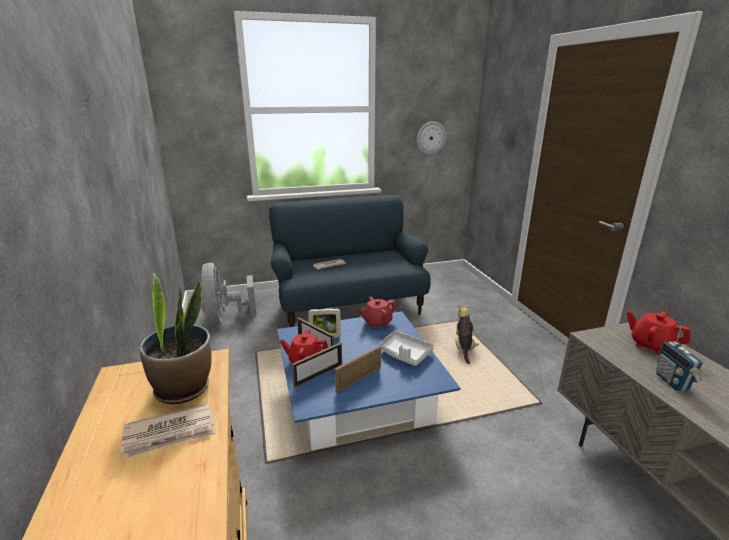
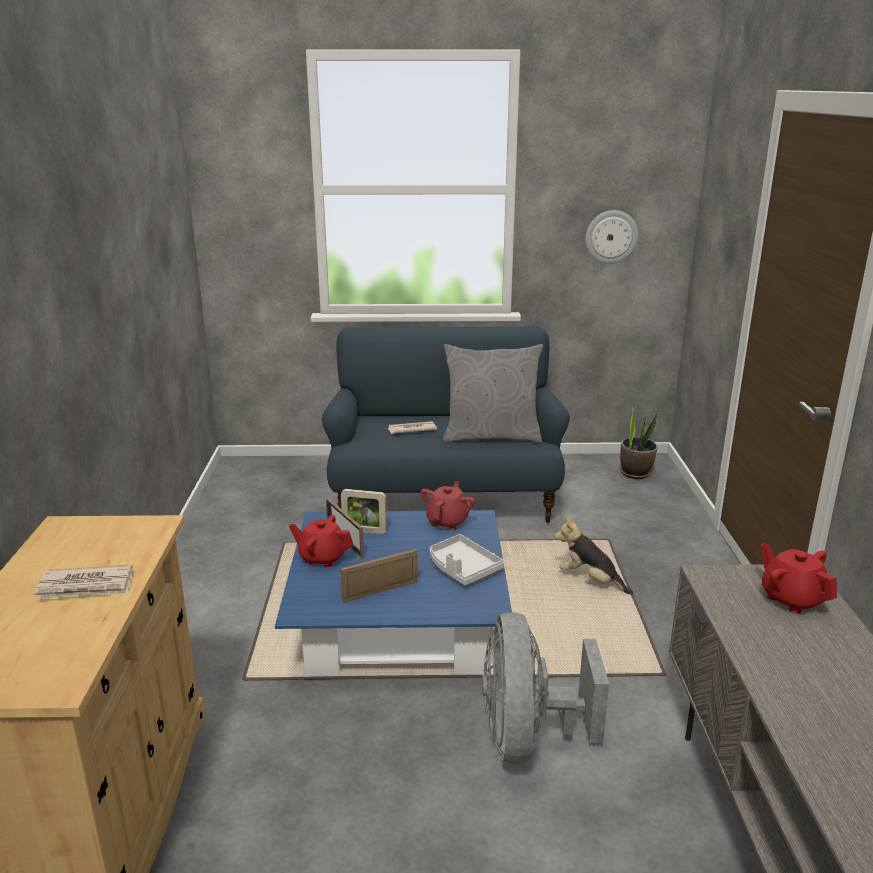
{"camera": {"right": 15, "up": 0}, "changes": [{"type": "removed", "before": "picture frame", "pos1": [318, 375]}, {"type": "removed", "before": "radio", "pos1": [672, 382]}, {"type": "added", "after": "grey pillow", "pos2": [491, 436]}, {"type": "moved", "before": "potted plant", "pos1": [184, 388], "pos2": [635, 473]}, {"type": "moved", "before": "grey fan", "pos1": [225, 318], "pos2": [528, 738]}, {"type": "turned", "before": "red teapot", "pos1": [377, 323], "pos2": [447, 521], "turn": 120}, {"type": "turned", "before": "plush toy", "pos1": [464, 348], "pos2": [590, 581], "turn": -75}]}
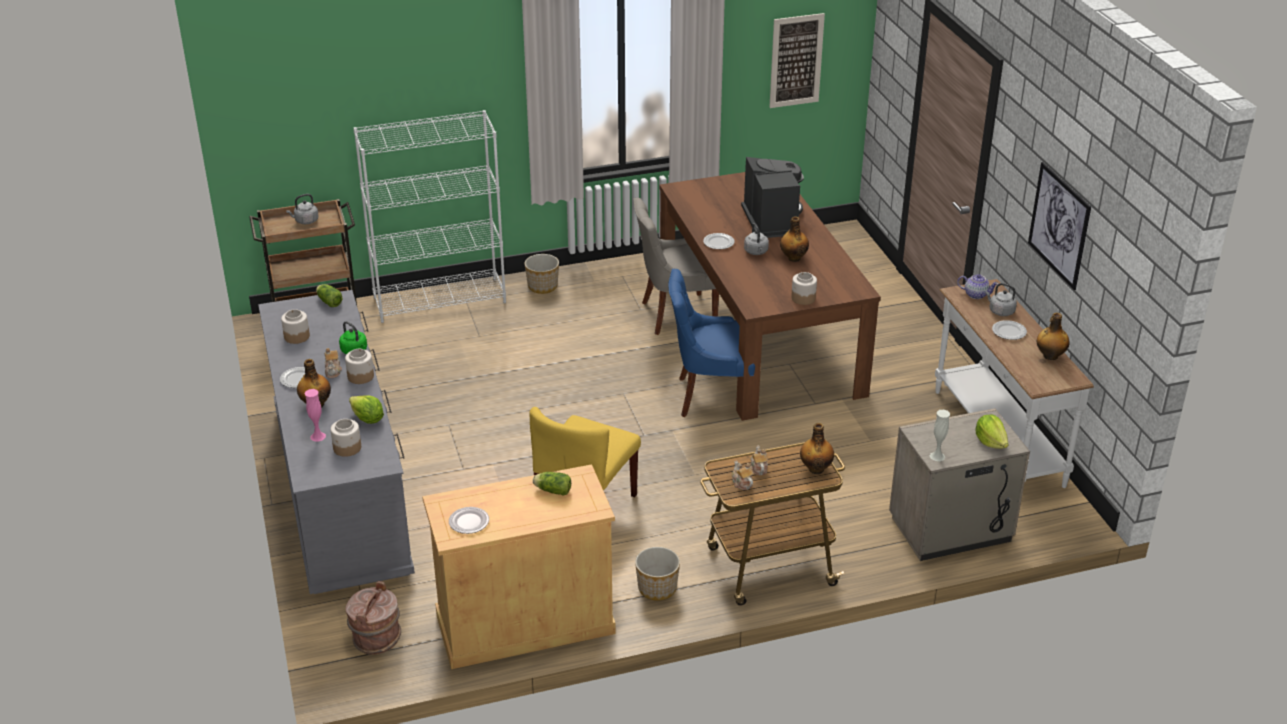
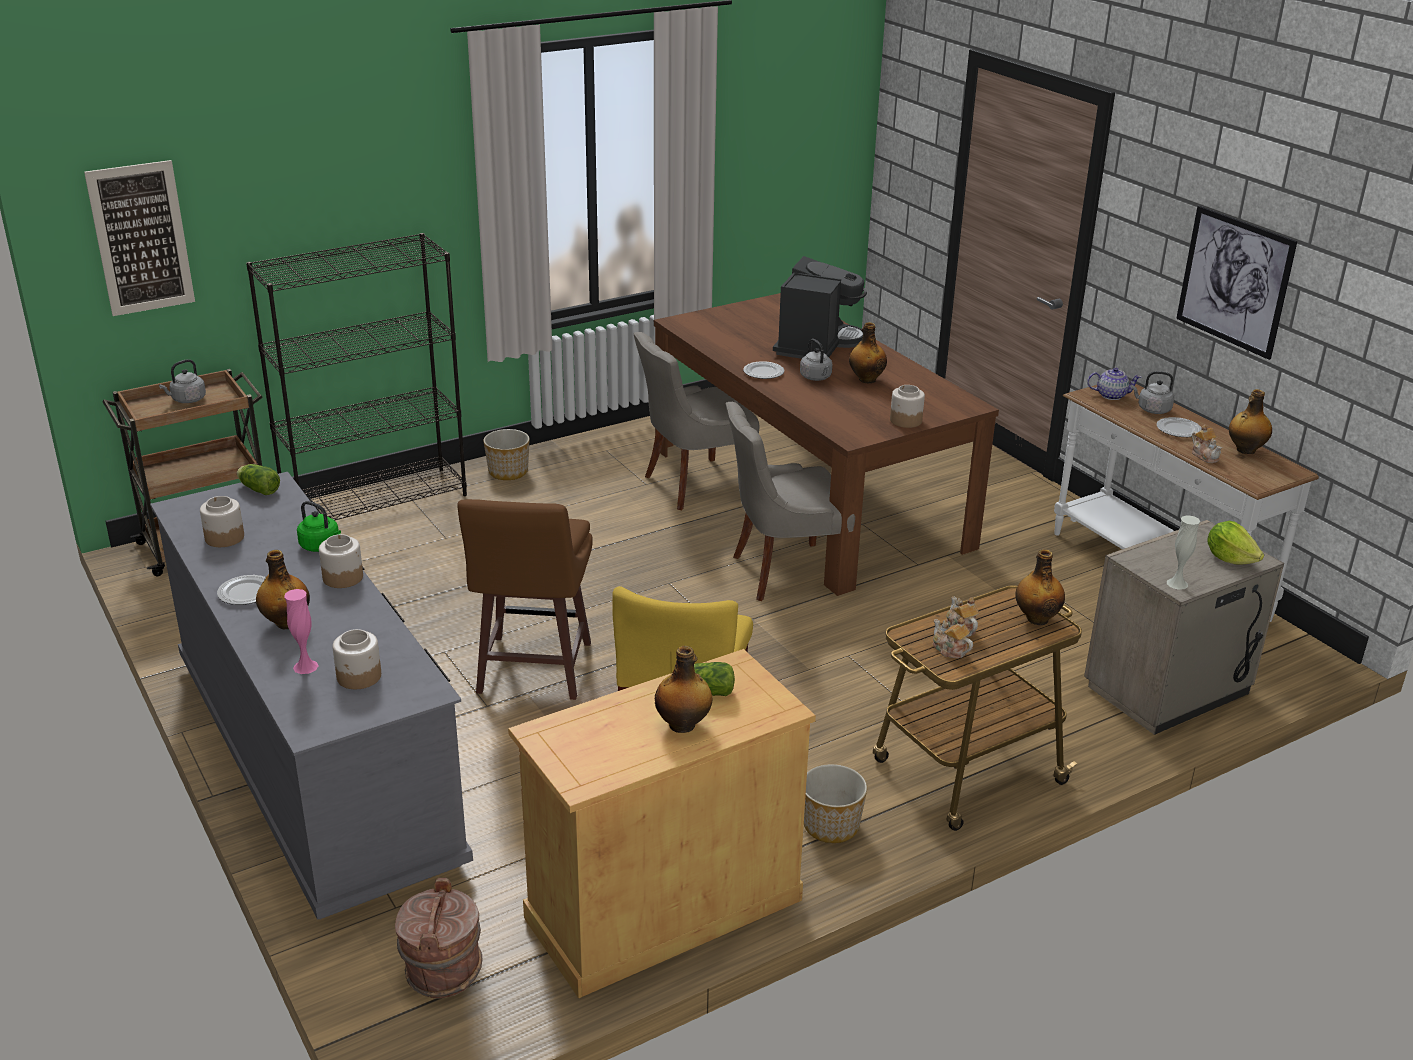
{"camera": {"right": -15, "up": -5}, "changes": [{"type": "removed", "before": "lettuce", "pos1": [367, 419]}, {"type": "removed", "before": "plate", "pos1": [469, 522]}, {"type": "added", "after": "brown stool", "pos2": [532, 670]}, {"type": "added", "after": "bottle", "pos2": [683, 725]}, {"type": "moved", "before": "teapot", "pos1": [333, 371], "pos2": [1205, 456]}, {"type": "moved", "before": "picture", "pos1": [796, 60], "pos2": [141, 238]}, {"type": "recoloured", "before": "white bookcase", "after": "black bookcase", "pos1": [440, 299], "pos2": [376, 501]}, {"type": "recoloured", "before": "blue chair", "after": "grey chair", "pos1": [711, 396], "pos2": [784, 573]}, {"type": "turned", "before": "coffee machine", "pos1": [772, 221], "pos2": [816, 344], "turn": 45}]}
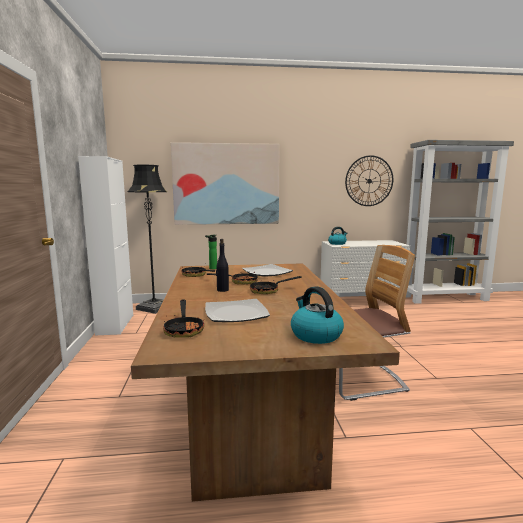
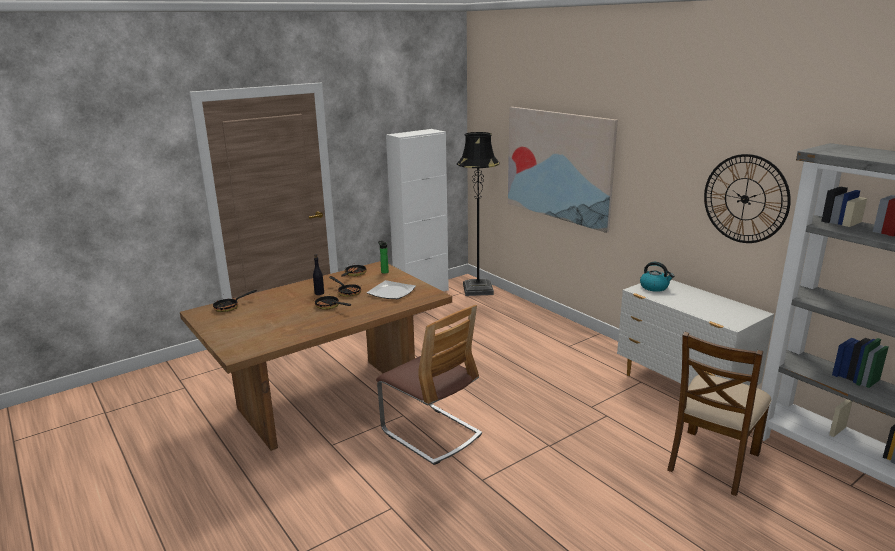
{"camera": {"right": 60, "up": 10}, "changes": [{"type": "removed", "before": "plate", "pos1": [237, 313]}, {"type": "removed", "before": "kettle", "pos1": [315, 335]}, {"type": "added", "after": "brown chair", "pos2": [712, 461]}]}
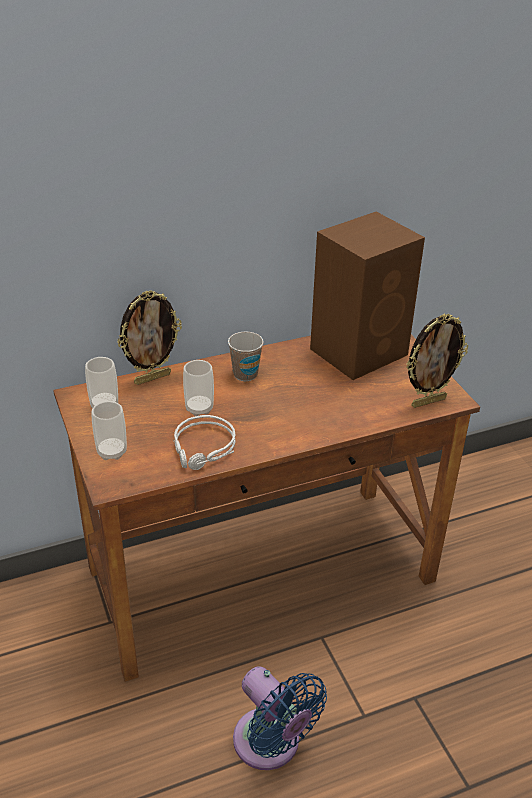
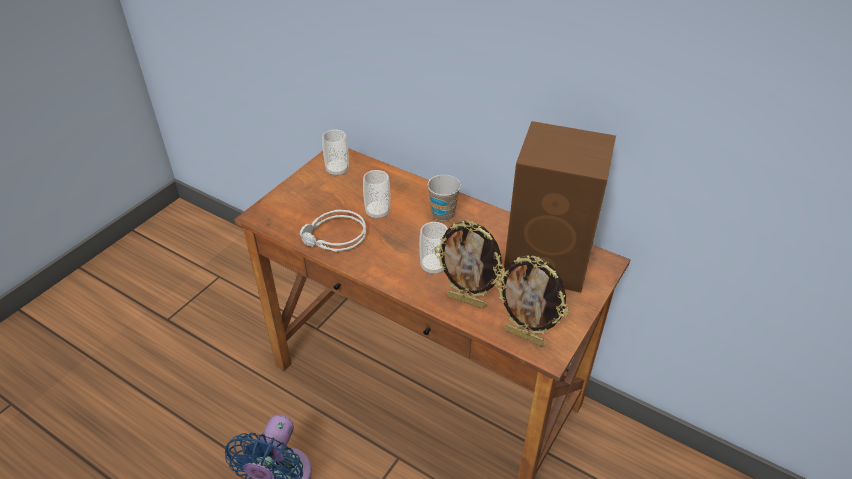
{"camera": {"right": 55, "up": 5}, "changes": [{"type": "moved", "before": "cup", "pos1": [112, 452], "pos2": [433, 266]}, {"type": "moved", "before": "picture frame", "pos1": [152, 378], "pos2": [467, 300]}]}
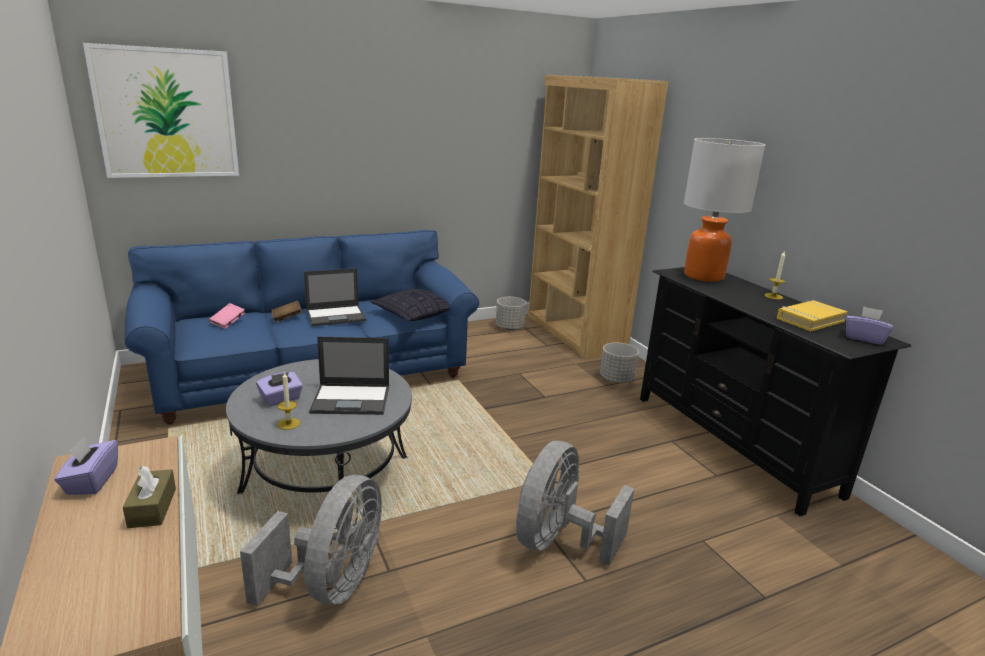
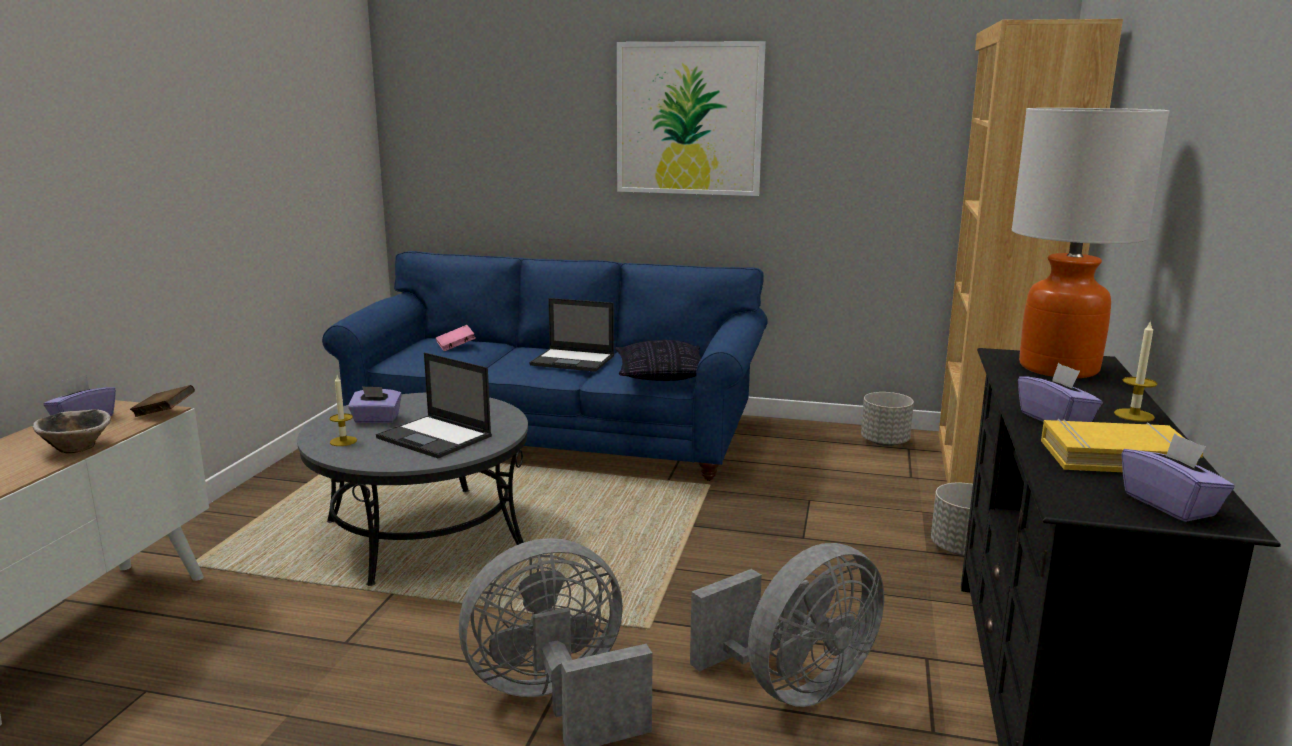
{"camera": {"right": 40, "up": -5}, "changes": [{"type": "added", "after": "purple tissue box", "pos2": [1055, 420]}, {"type": "moved", "before": "picture", "pos1": [167, 114], "pos2": [689, 119]}, {"type": "moved", "before": "grey fan", "pos1": [331, 585], "pos2": [793, 687]}, {"type": "moved", "before": "brown book", "pos1": [287, 318], "pos2": [165, 414]}, {"type": "replaced", "before": "brown tissue box", "after": "bowl", "pos1": [152, 508], "pos2": [77, 448]}]}
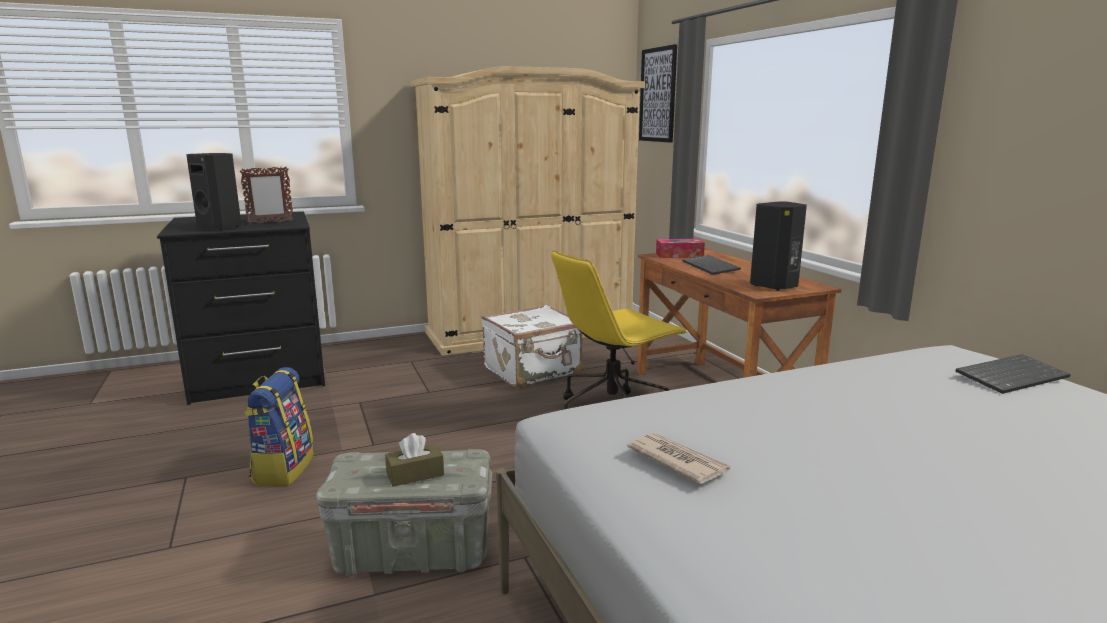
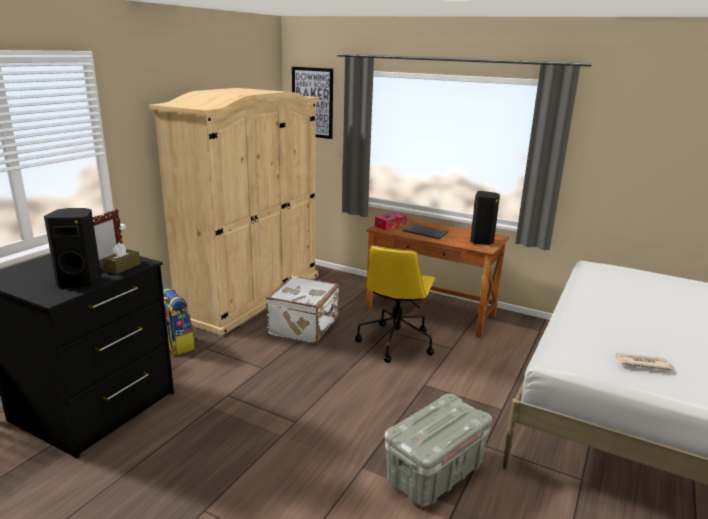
{"camera": {"right": -40, "up": 5}, "changes": [{"type": "removed", "before": "keyboard", "pos1": [1010, 375]}, {"type": "moved", "before": "backpack", "pos1": [283, 469], "pos2": [176, 345]}, {"type": "moved", "before": "brown tissue box", "pos1": [415, 474], "pos2": [123, 267]}]}
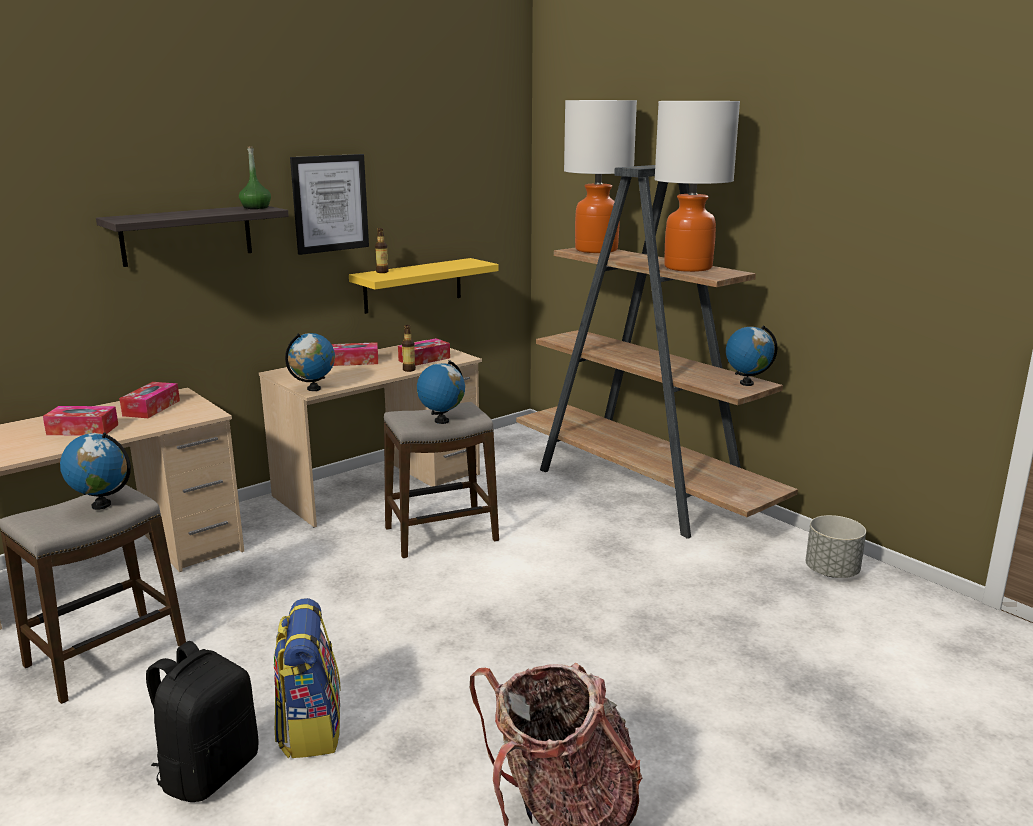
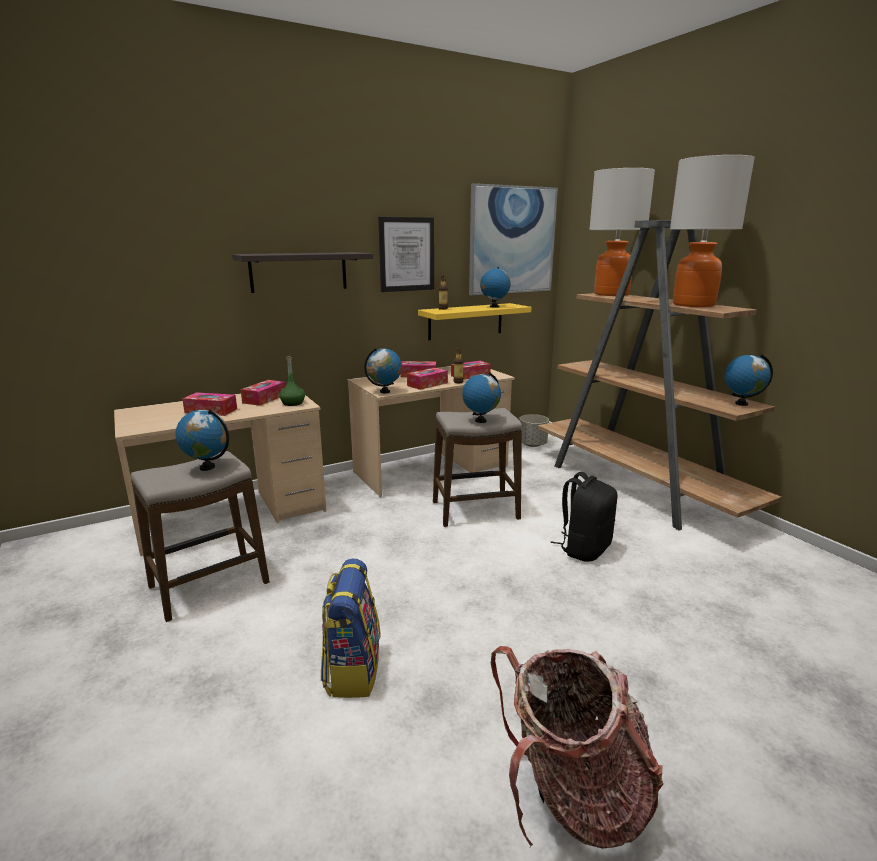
{"camera": {"right": 10, "up": 0}, "changes": [{"type": "added", "after": "tissue box", "pos2": [427, 384]}, {"type": "added", "after": "picture", "pos2": [512, 240]}, {"type": "added", "after": "globe", "pos2": [494, 306]}, {"type": "moved", "before": "black backpack", "pos1": [209, 771], "pos2": [584, 549]}, {"type": "moved", "before": "green bottle", "pos1": [255, 207], "pos2": [292, 403]}, {"type": "moved", "before": "grey planter", "pos1": [832, 571], "pos2": [532, 444]}]}
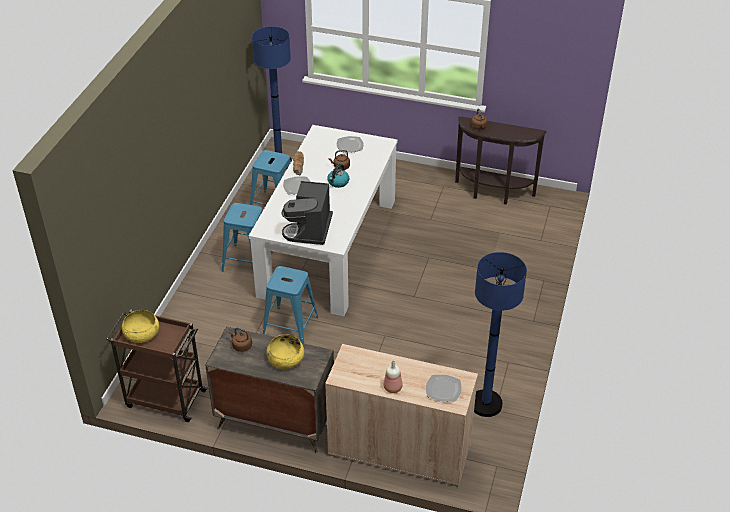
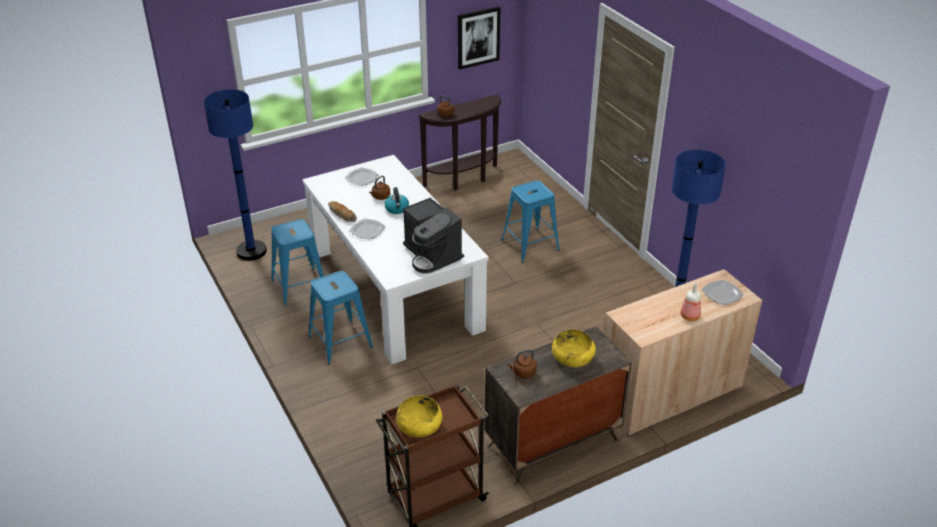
{"camera": {"right": -45, "up": -5}, "changes": [{"type": "added", "after": "picture", "pos2": [478, 37]}, {"type": "moved", "before": "blue stool", "pos1": [290, 327], "pos2": [530, 244]}]}
